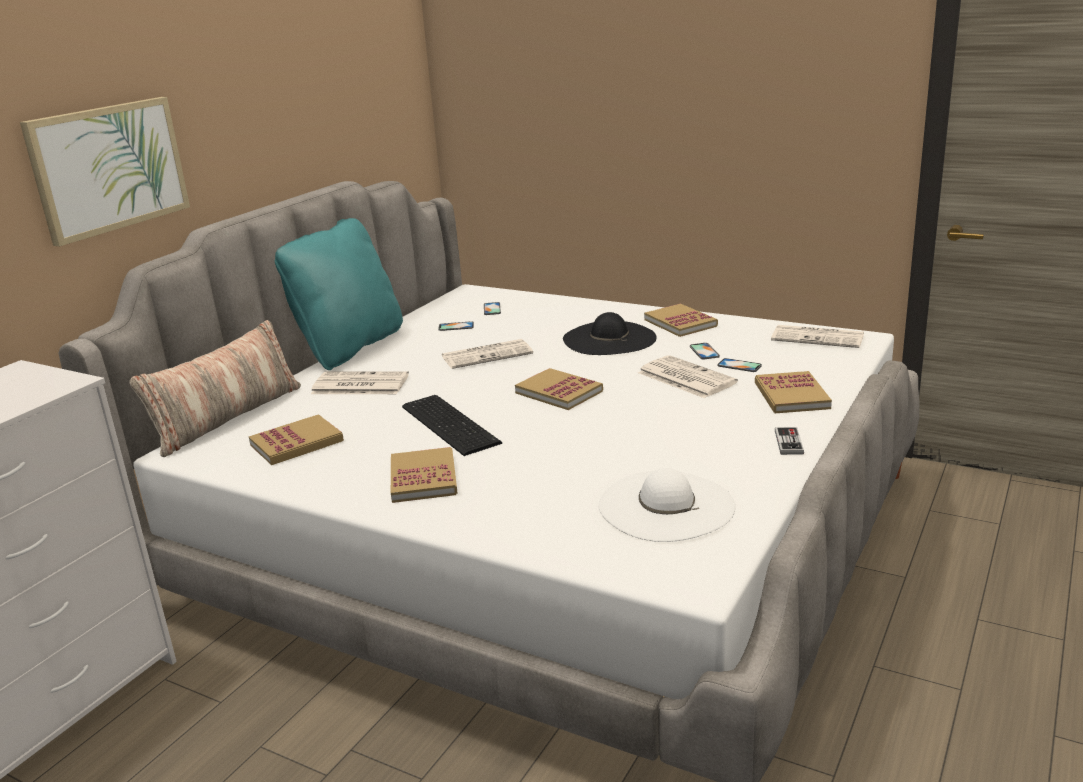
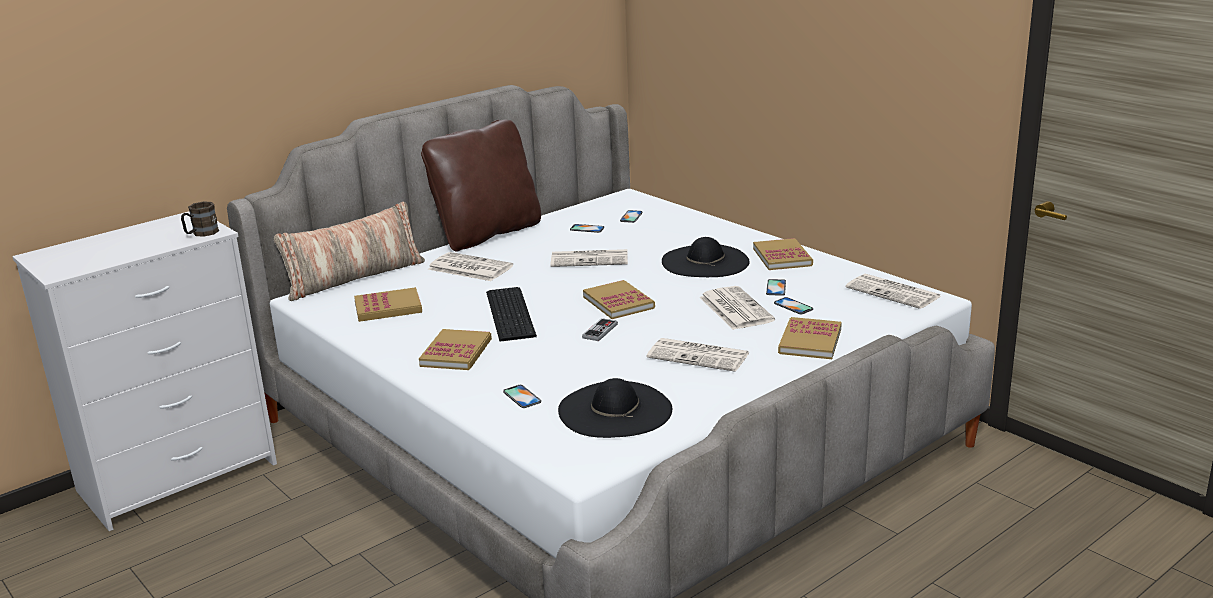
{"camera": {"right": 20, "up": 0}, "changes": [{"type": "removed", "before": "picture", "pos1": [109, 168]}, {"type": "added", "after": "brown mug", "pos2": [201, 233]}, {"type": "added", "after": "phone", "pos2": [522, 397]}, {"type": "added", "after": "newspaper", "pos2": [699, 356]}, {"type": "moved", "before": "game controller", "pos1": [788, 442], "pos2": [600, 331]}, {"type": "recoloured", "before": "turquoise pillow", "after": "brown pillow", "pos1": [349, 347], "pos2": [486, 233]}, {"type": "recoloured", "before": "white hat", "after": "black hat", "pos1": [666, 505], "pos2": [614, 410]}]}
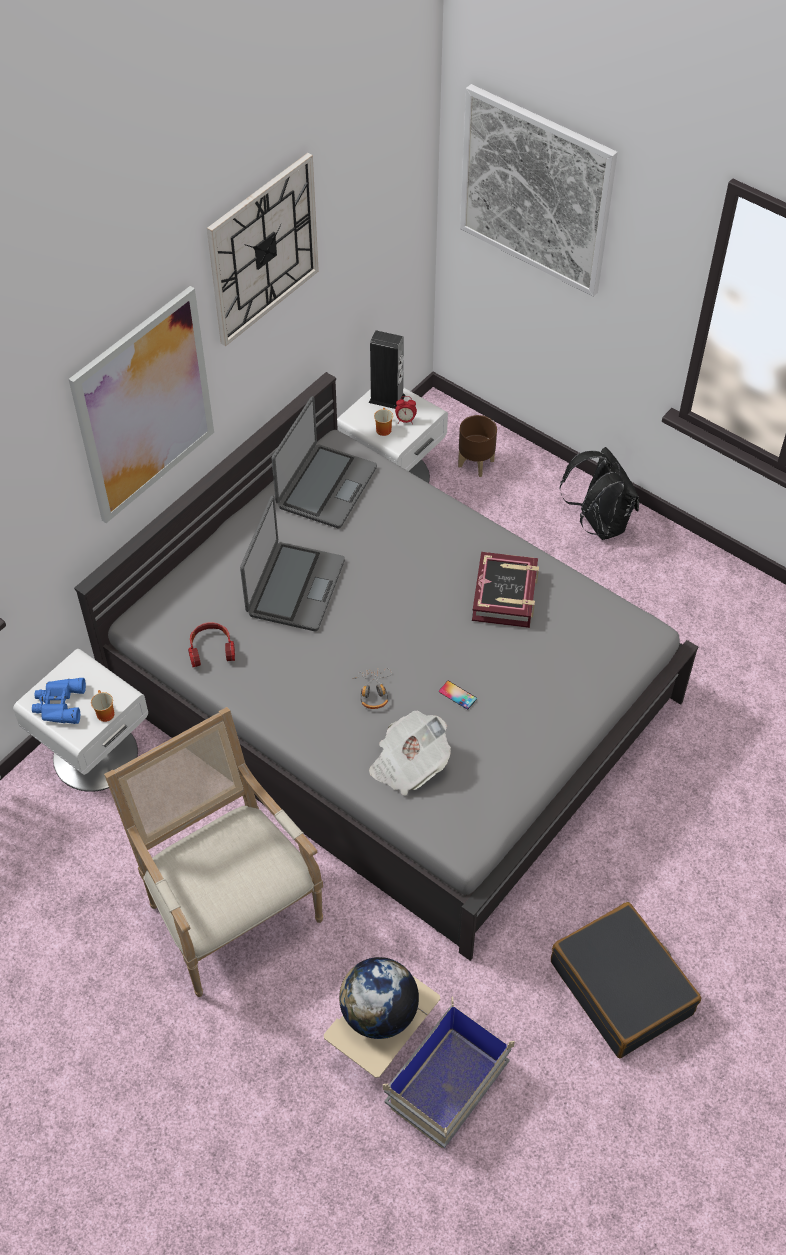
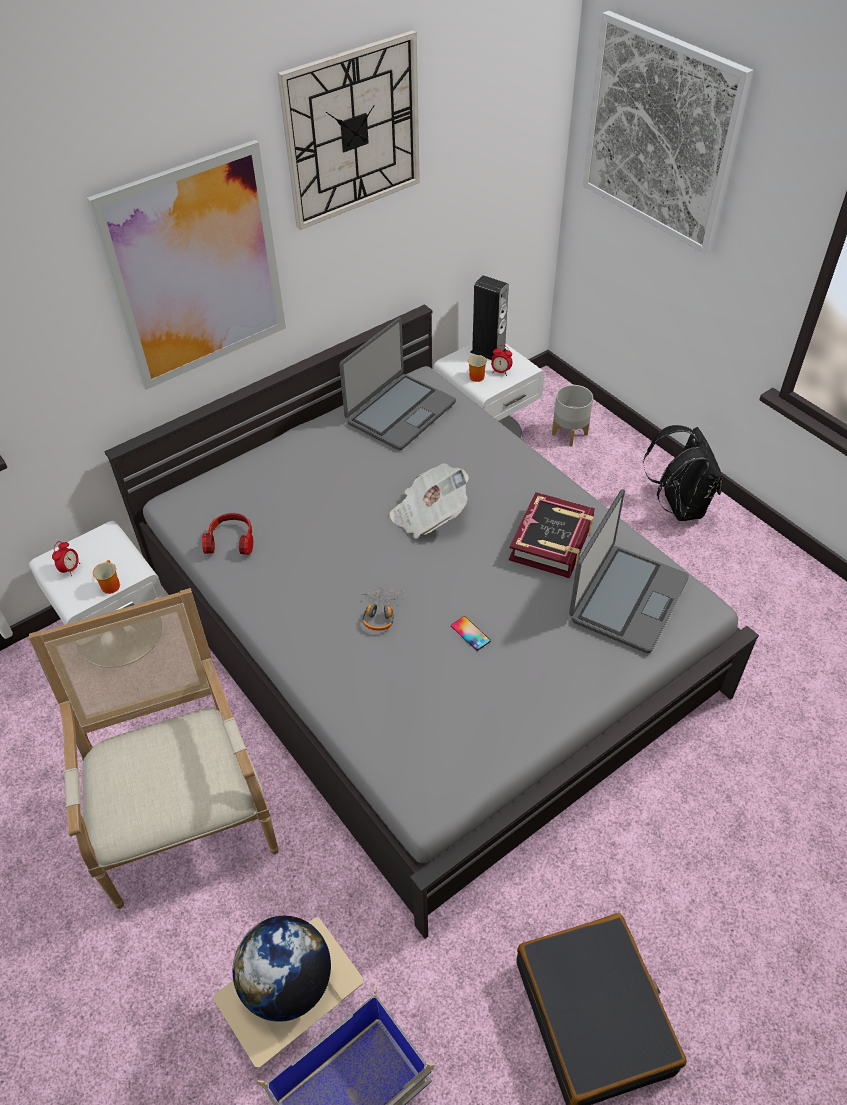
{"camera": {"right": 15, "up": -5}, "changes": [{"type": "moved", "before": "laptop", "pos1": [294, 587], "pos2": [627, 598]}, {"type": "moved", "before": "newspaper", "pos1": [408, 764], "pos2": [429, 515]}, {"type": "replaced", "before": "blue binoculars", "after": "alarm clock", "pos1": [58, 705], "pos2": [70, 569]}, {"type": "recoloured", "before": "brown planter", "after": "grey planter", "pos1": [476, 463], "pos2": [570, 434]}]}
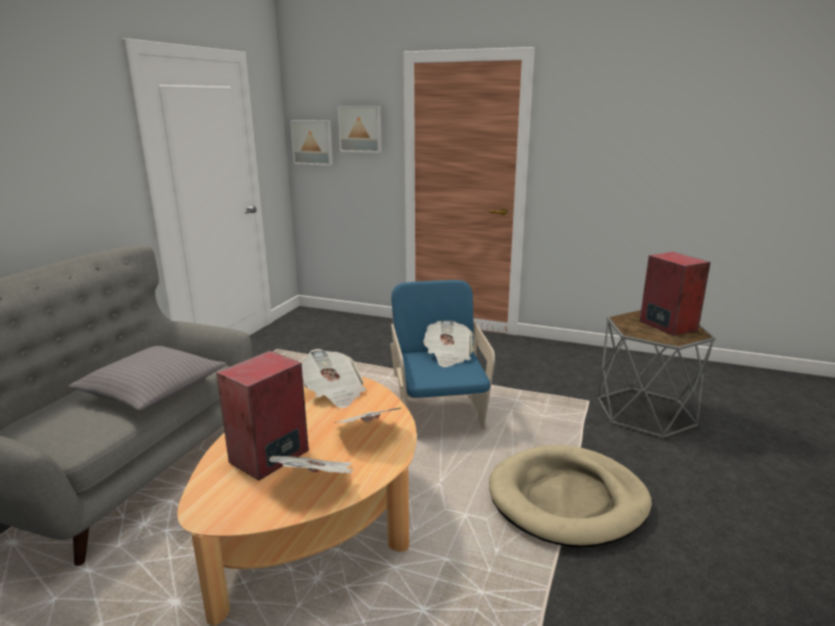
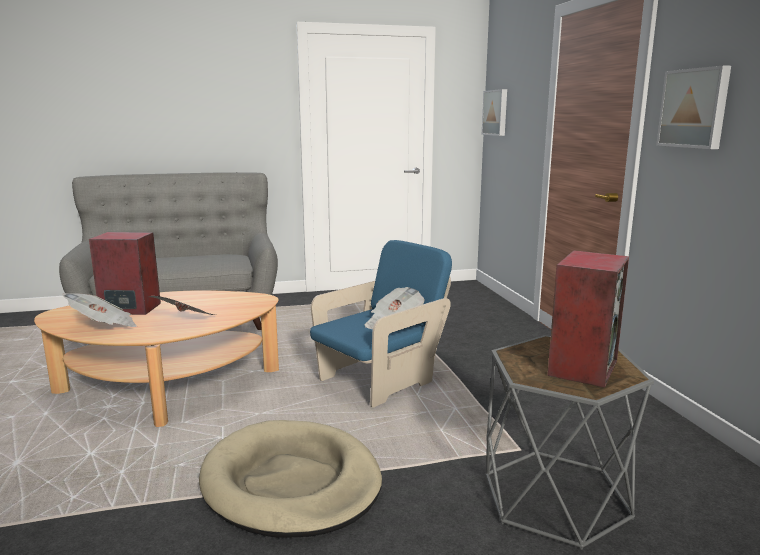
{"camera": {"right": 55, "up": -5}, "changes": [{"type": "removed", "before": "grey pillow", "pos1": [152, 390]}, {"type": "removed", "before": "newspaper", "pos1": [334, 393]}, {"type": "moved", "before": "picture", "pos1": [361, 129], "pos2": [695, 108]}]}
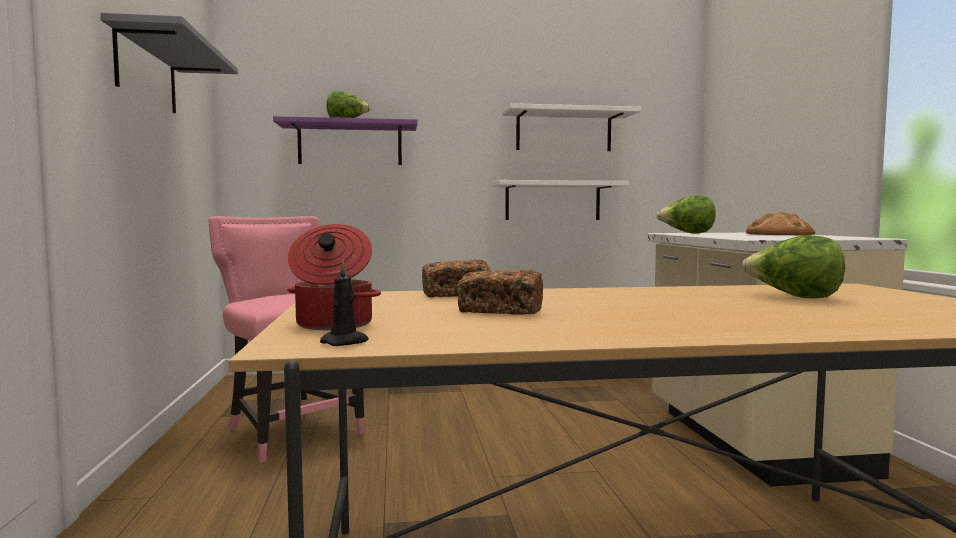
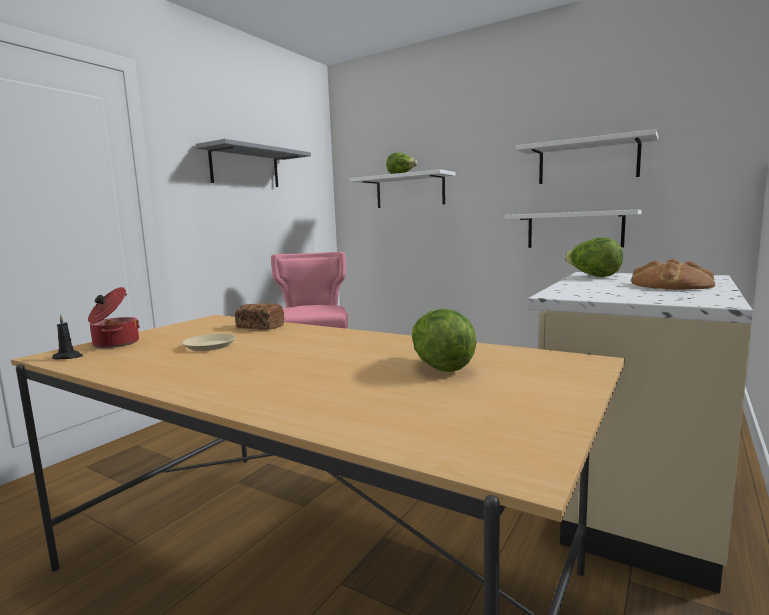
{"camera": {"right": 40, "up": 5}, "changes": [{"type": "replaced", "before": "bread", "after": "beige plate", "pos1": [500, 311], "pos2": [209, 346]}, {"type": "recoloured", "before": "purple shelf", "after": "white shelf", "pos1": [350, 144], "pos2": [410, 191]}]}
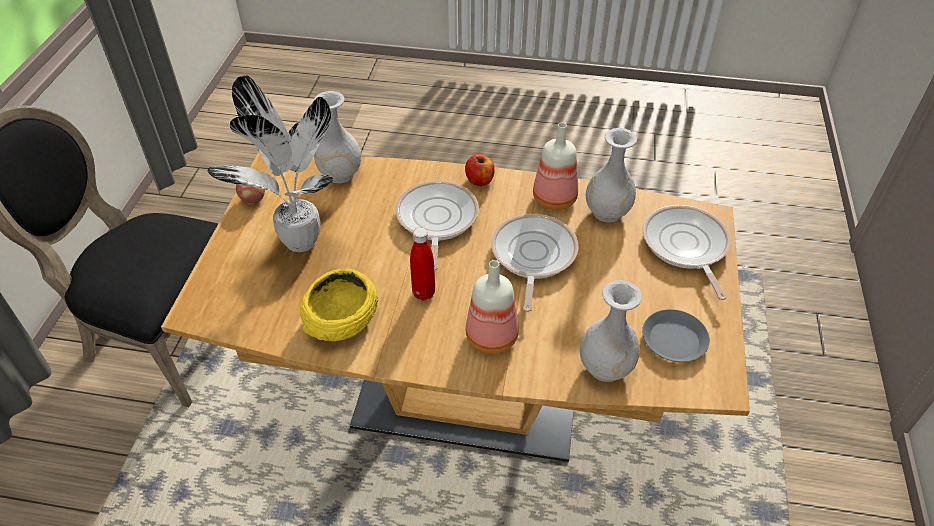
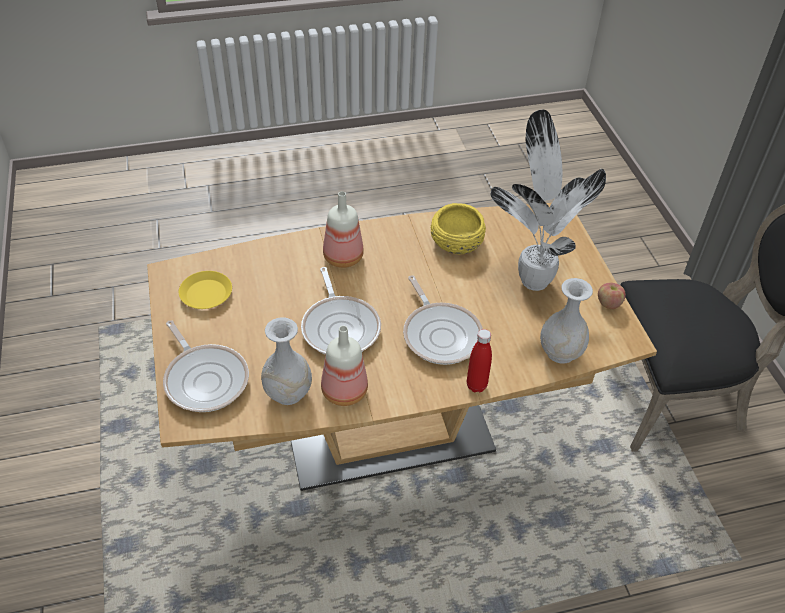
{"camera": {"right": 155, "up": 0}, "changes": [{"type": "removed", "before": "apple", "pos1": [479, 180]}, {"type": "removed", "before": "white vase", "pos1": [606, 367]}, {"type": "moved", "before": "red bottle", "pos1": [423, 293], "pos2": [476, 385]}, {"type": "recoloured", "before": "grey plate", "after": "yellow plate", "pos1": [674, 340], "pos2": [206, 294]}]}
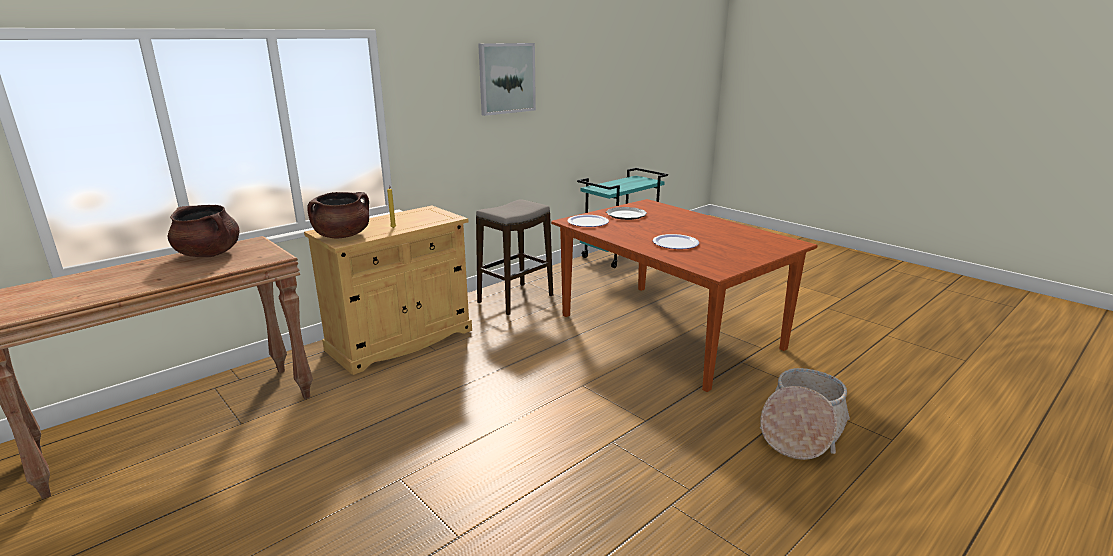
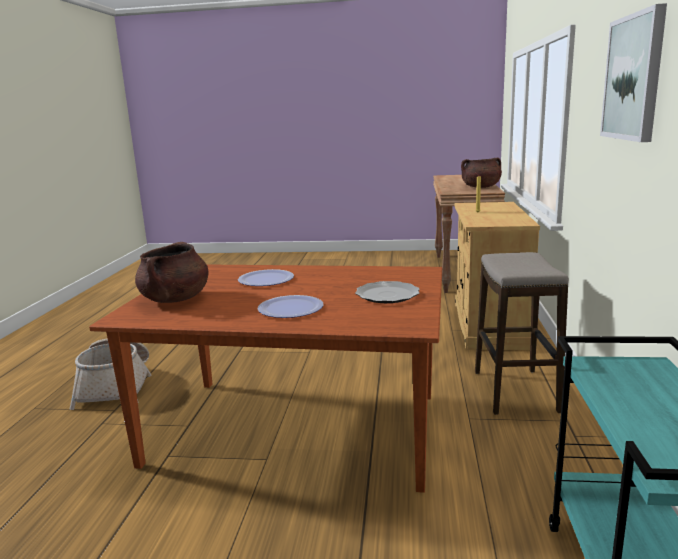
{"camera": {"right": 140, "up": -5}, "changes": [{"type": "moved", "before": "brown cooking pot", "pos1": [342, 236], "pos2": [175, 299]}, {"type": "moved", "before": "plate", "pos1": [588, 222], "pos2": [291, 308]}]}
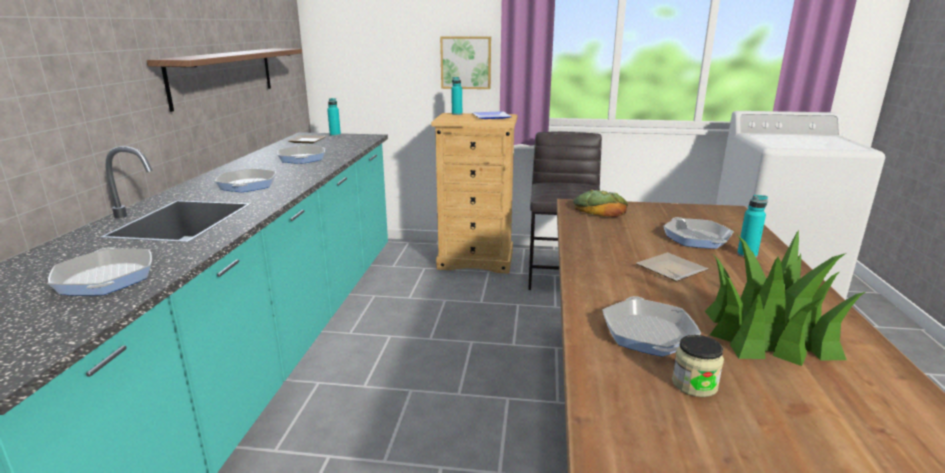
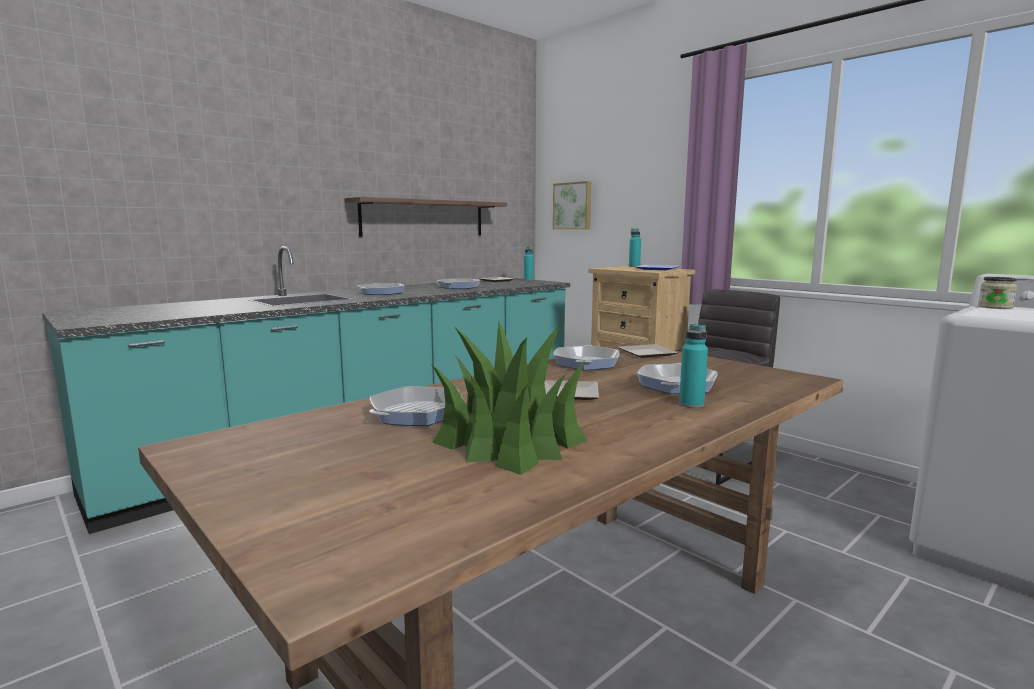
{"camera": {"right": 40, "up": -10}, "changes": [{"type": "moved", "before": "frying pan", "pos1": [106, 278], "pos2": [586, 363]}, {"type": "moved", "before": "picture", "pos1": [466, 62], "pos2": [573, 206]}, {"type": "moved", "before": "jar", "pos1": [694, 384], "pos2": [995, 307]}, {"type": "replaced", "before": "bread", "after": "plate", "pos1": [600, 209], "pos2": [644, 353]}]}
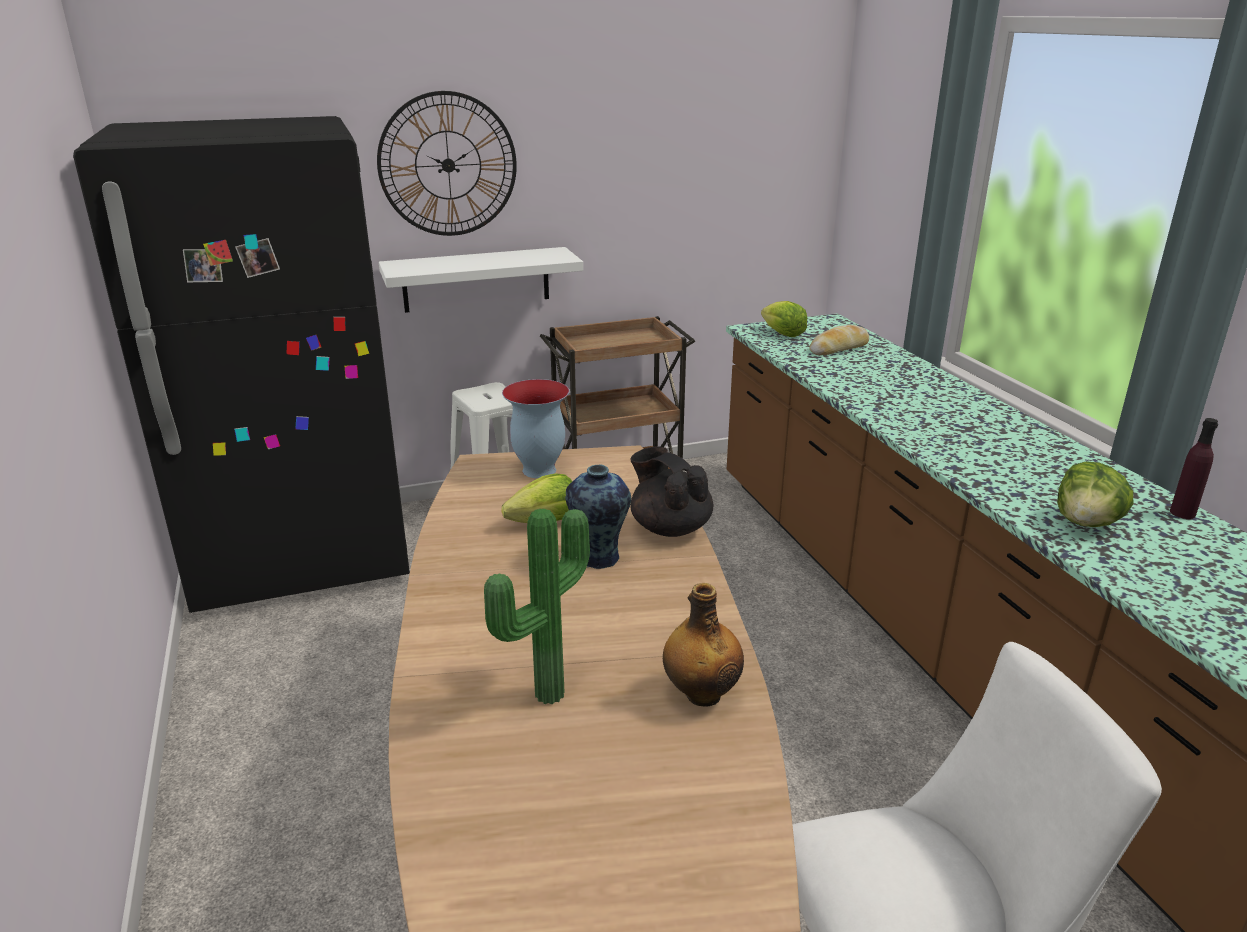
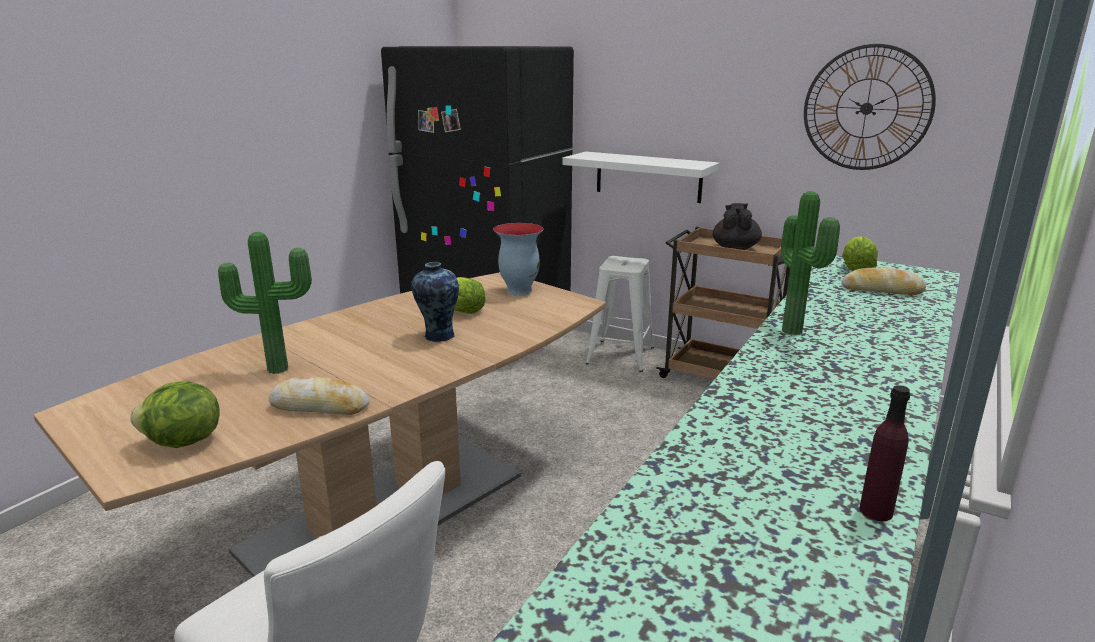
{"camera": {"right": 50, "up": -5}, "changes": [{"type": "added", "after": "potted plant", "pos2": [795, 331]}, {"type": "moved", "before": "wall clock", "pos1": [448, 165], "pos2": [866, 108]}, {"type": "moved", "before": "black teapot", "pos1": [670, 527], "pos2": [735, 248]}, {"type": "moved", "before": "lettuce", "pos1": [1086, 523], "pos2": [183, 443]}, {"type": "replaced", "before": "bottle", "after": "bread", "pos1": [701, 693], "pos2": [320, 406]}]}
